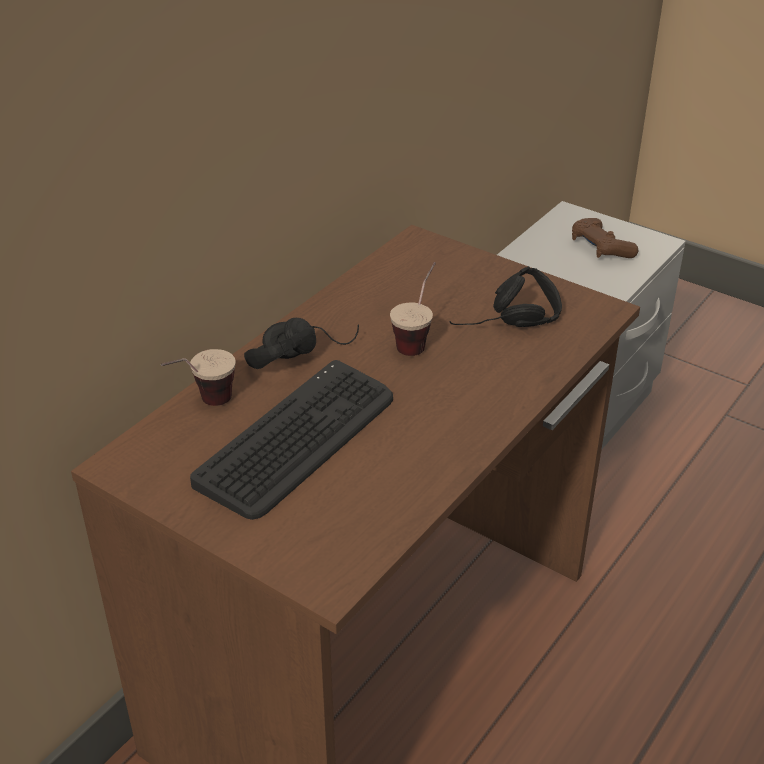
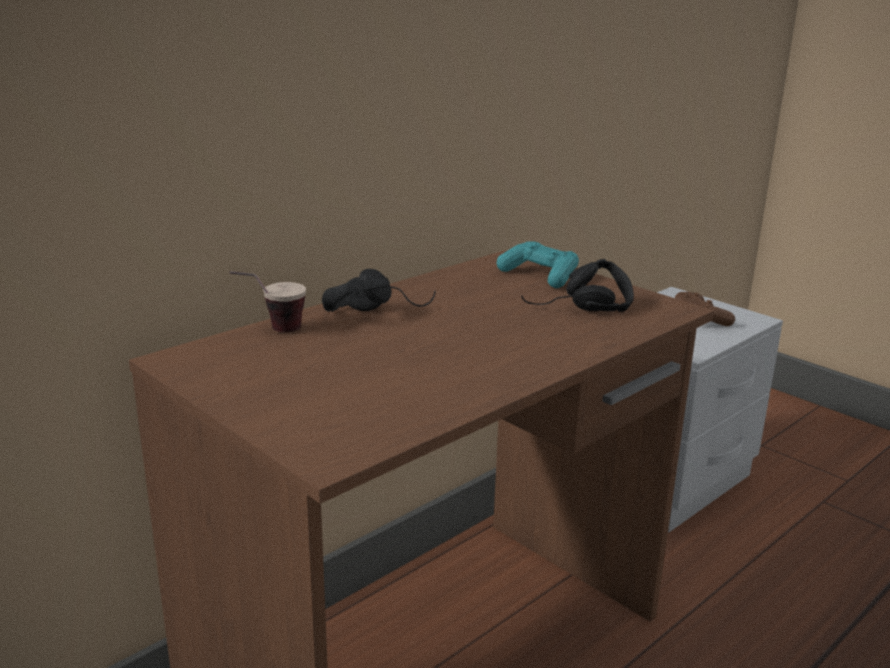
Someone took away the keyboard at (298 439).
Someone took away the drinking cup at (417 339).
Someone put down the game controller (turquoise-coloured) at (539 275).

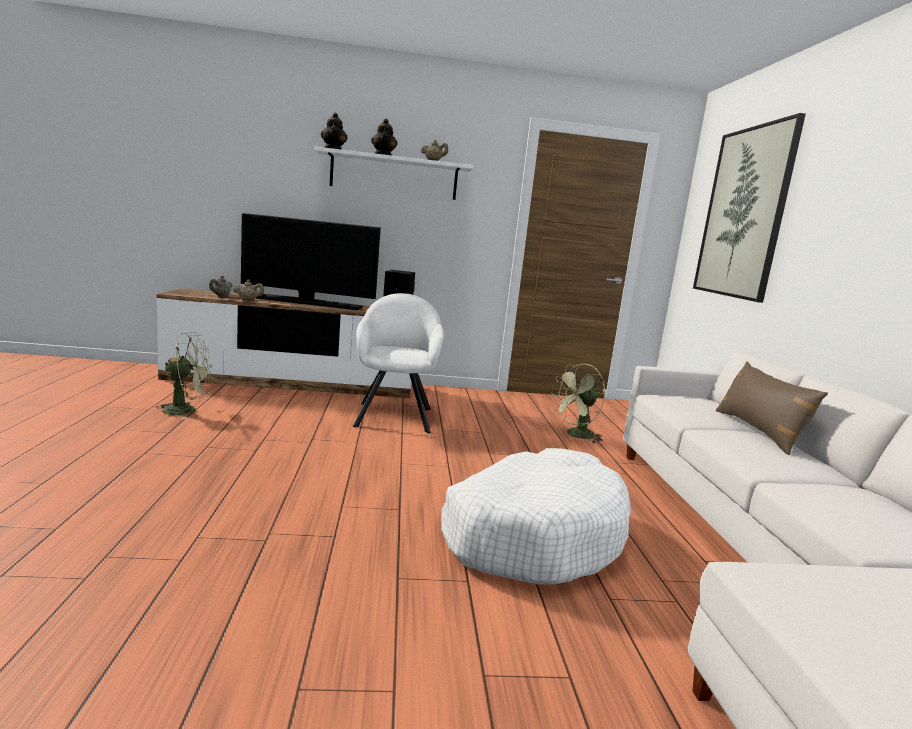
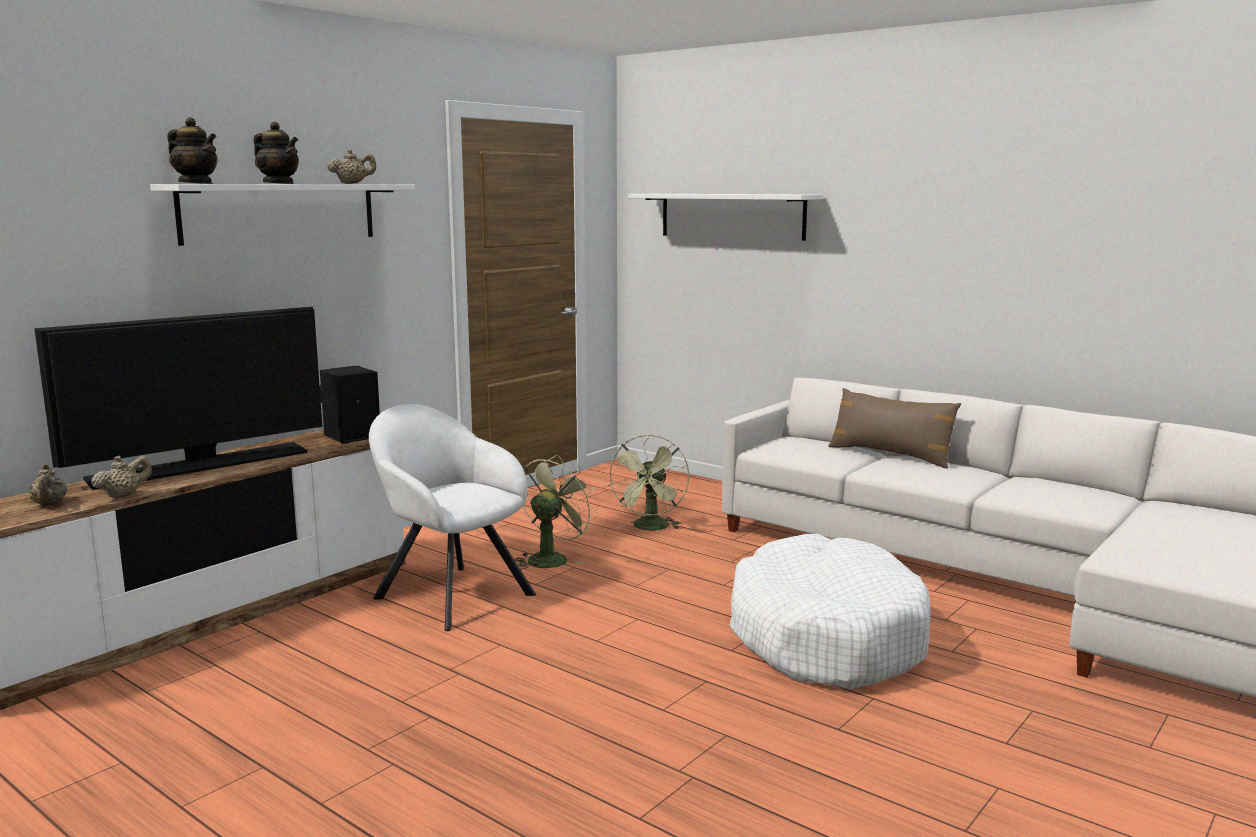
Someone carried the electric fan (greenish) from (187 410) to (551 558).
Someone swapped the wall art at (744 213) for the bracket shelf (white) at (731 216).

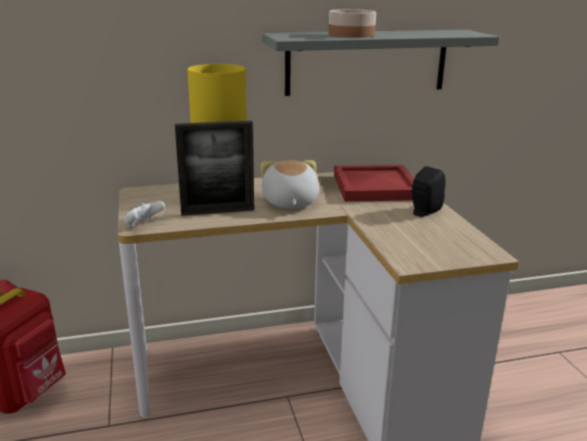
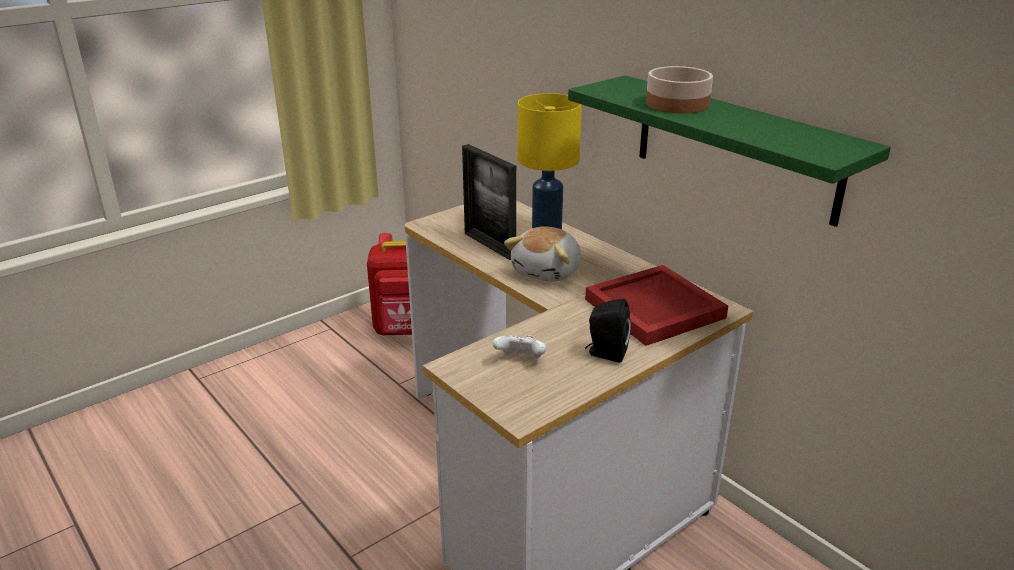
Someone carried the game controller (white) from (143 225) to (520 360).
Someone rotated the plush toy at (289 202) by 150 degrees clockwise.
Someone repainted the bracket shelf (grey) at (367 62), which became the bracket shelf (greenish) at (735 148).

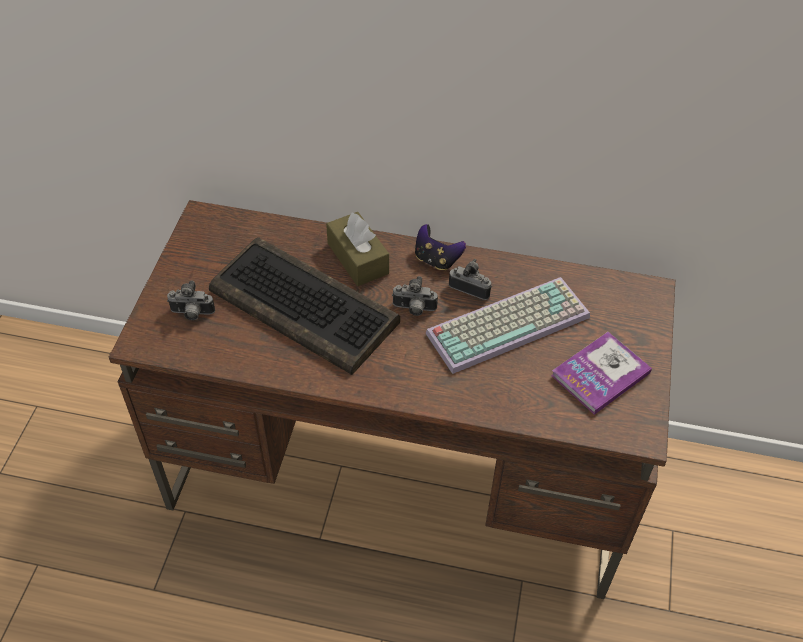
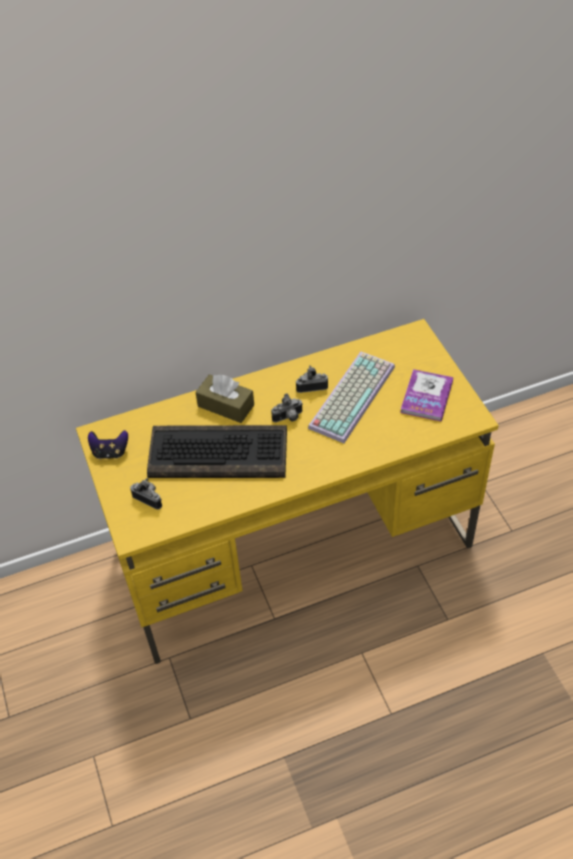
Someone repainted the desk table (brown-coloured) at (401 473), which became the desk table (yellow-coloured) at (294 546).
Someone rotated the still camera at (192 314) by 120 degrees counterclockwise.
Someone carried the game controller from (436 260) to (110 452).

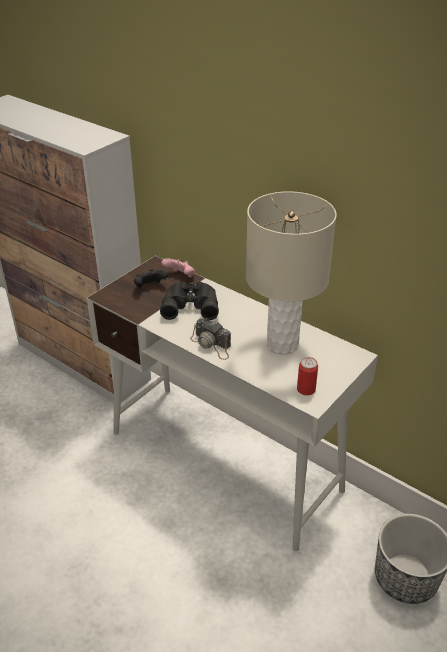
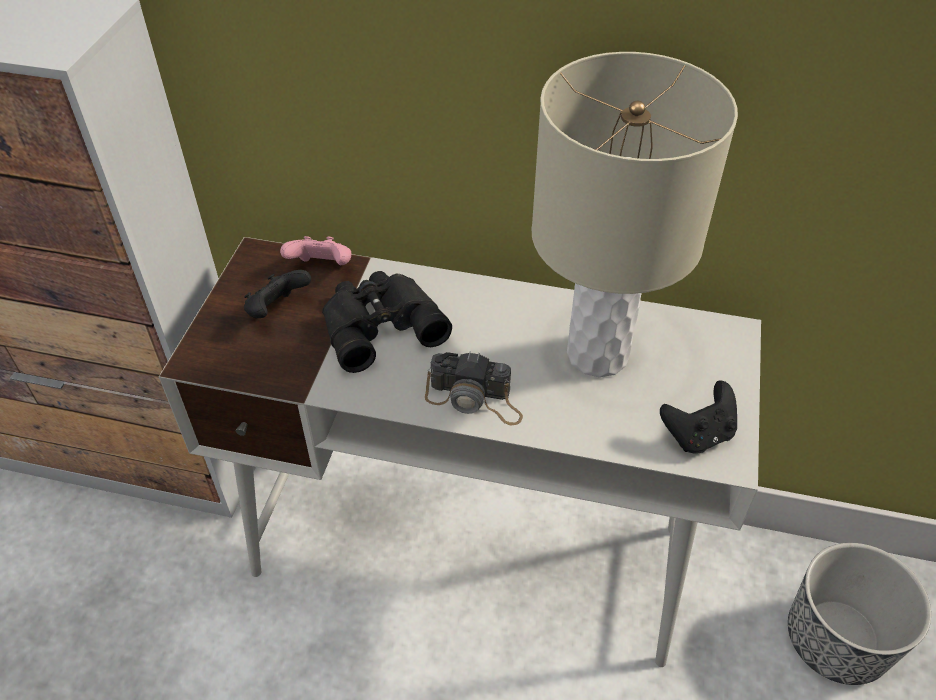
Someone swapped the can at (306 389) for the game controller (black) at (698 434).

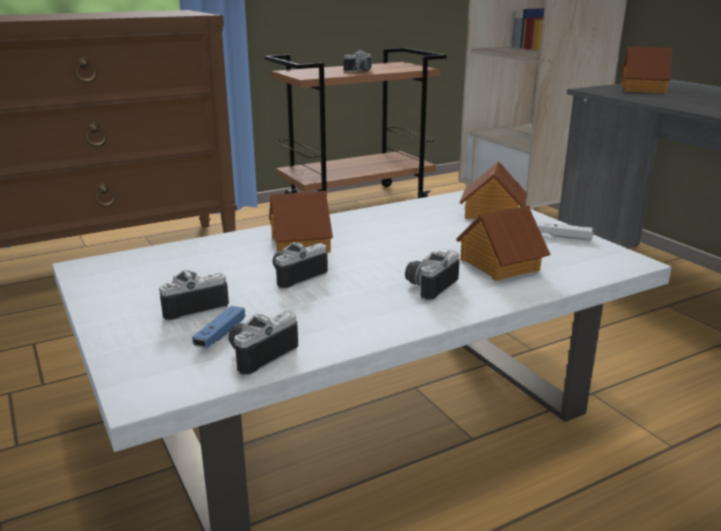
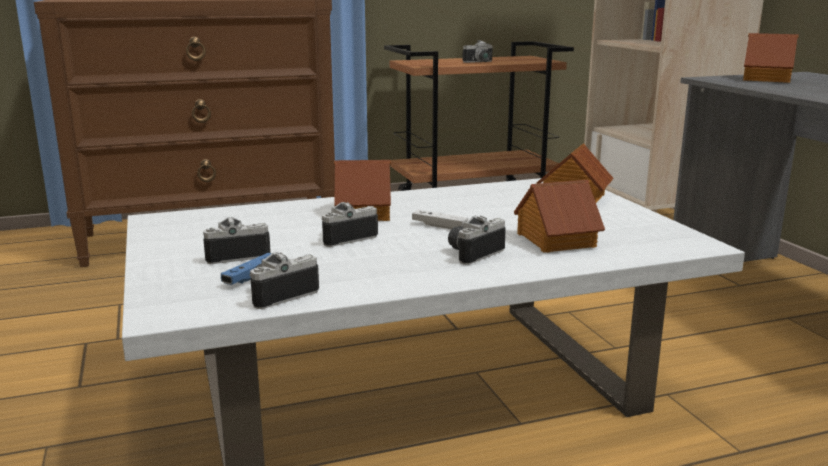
Someone carried the game controller (white) from (564 237) to (439 226).

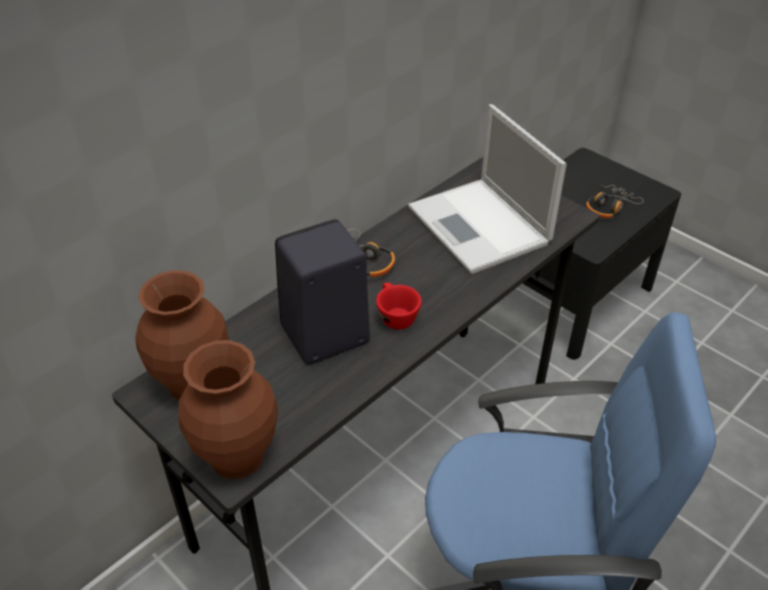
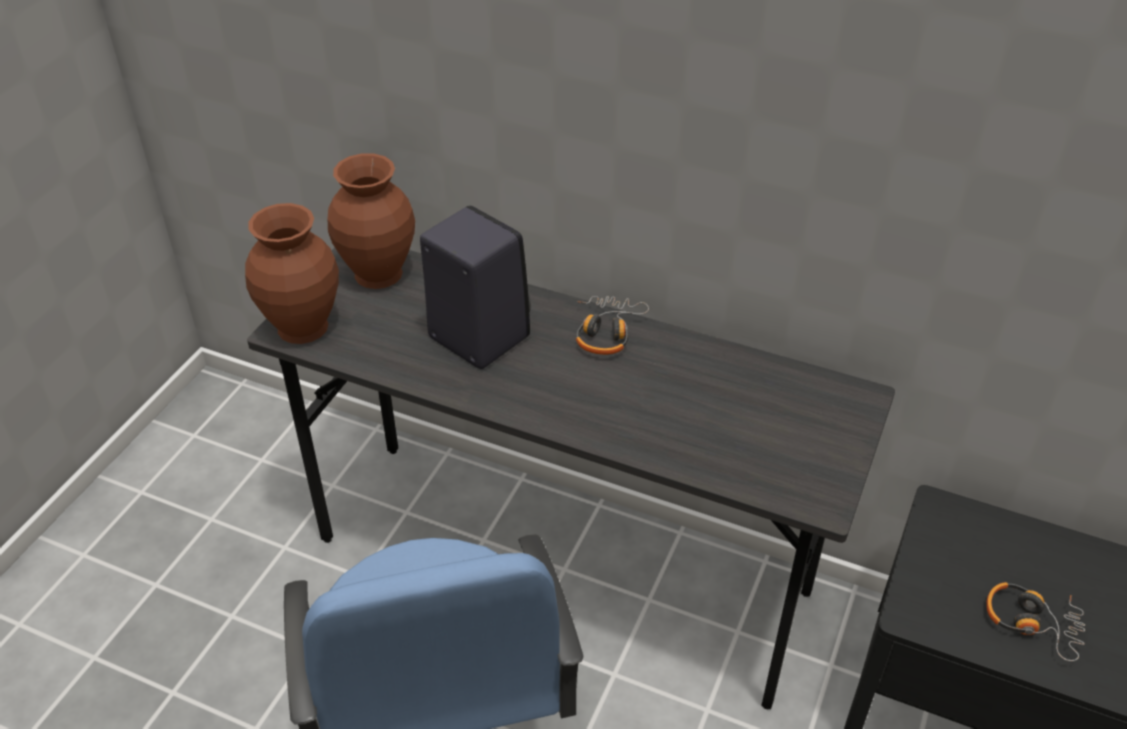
Someone took away the drinking cup (red) at (395 316).
Someone took away the laptop at (480 227).

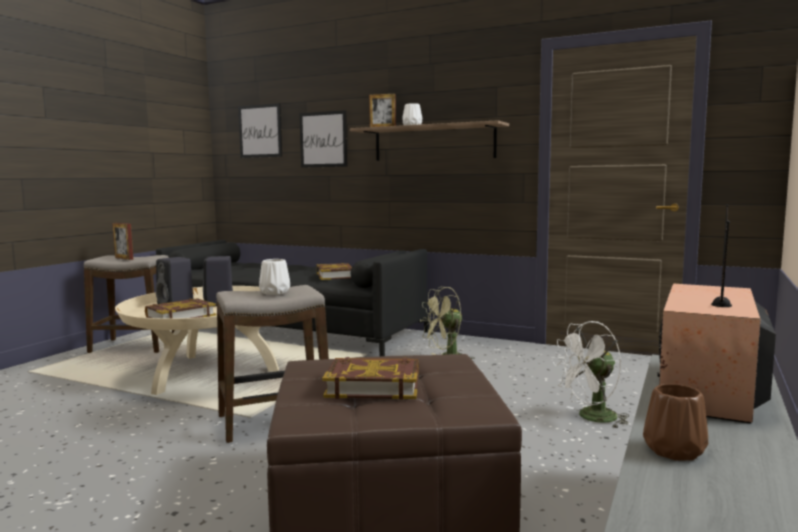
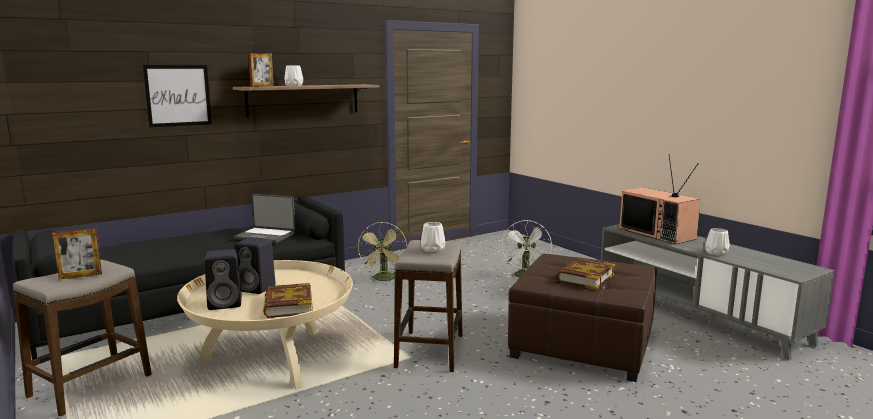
Someone took away the wall art at (260 131).
Someone swapped the bound book at (336 275) for the laptop at (266 236).
Someone repainted the decorative vase (brown-coloured) at (672 451), which became the decorative vase (white) at (716 253).

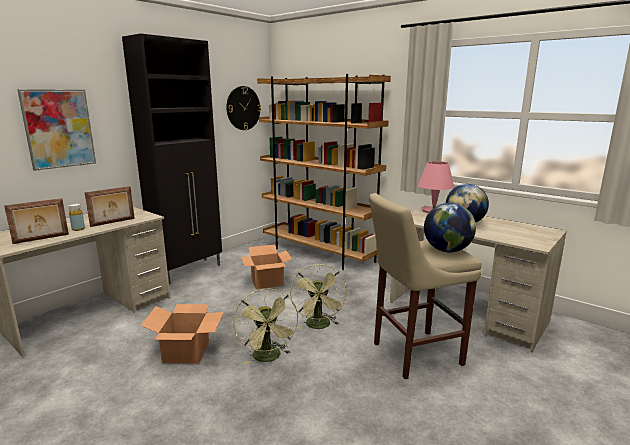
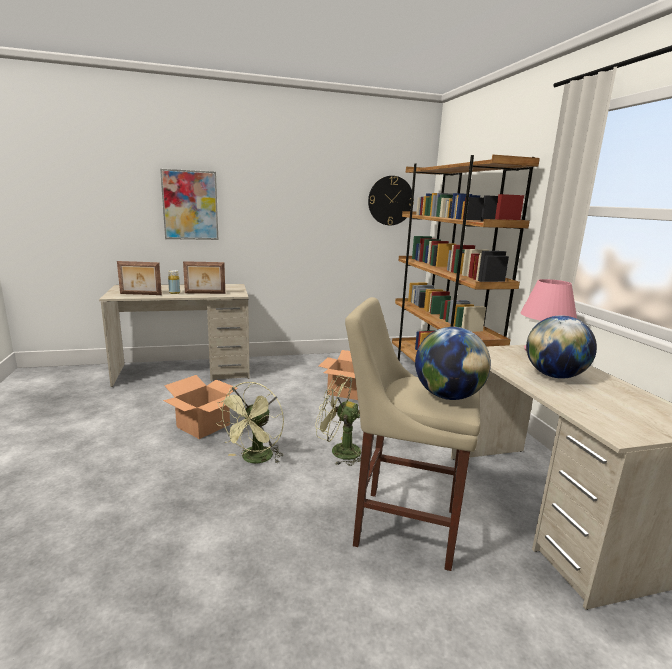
Someone took away the storage cabinet (black) at (189 271).
Someone rotated the electric fan (greenish) at (319 326) by 75 degrees clockwise.

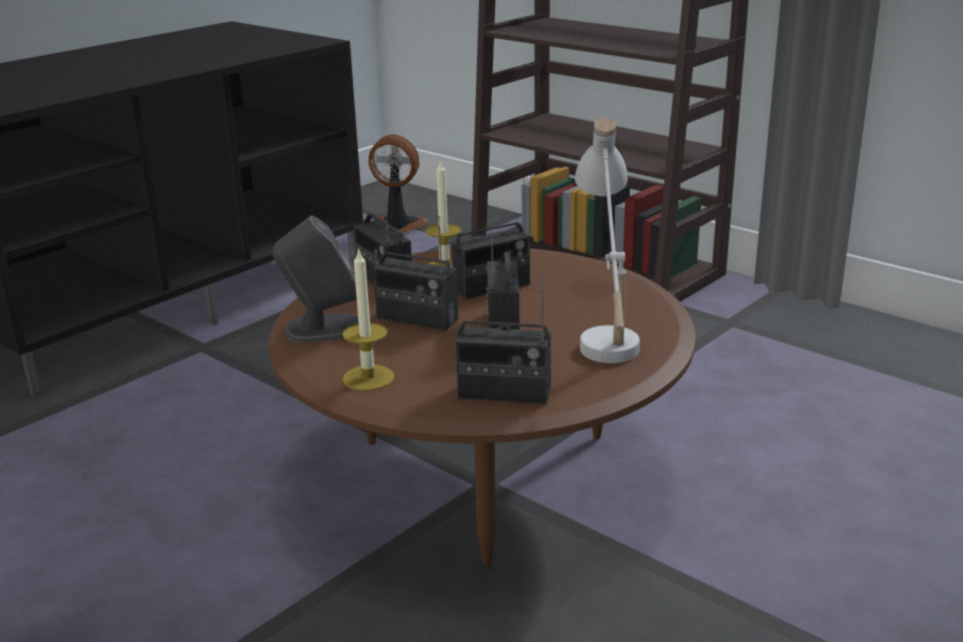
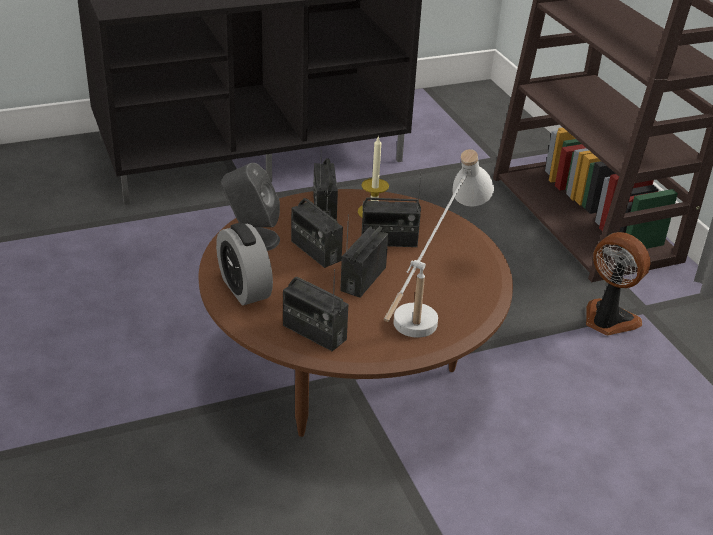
Someone swapped the wax candle at (368 378) for the bedside clock at (244 288).
Someone carried the electric fan from (398 227) to (607 320).

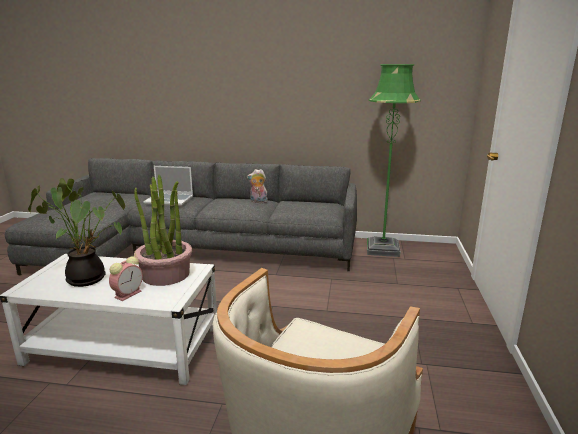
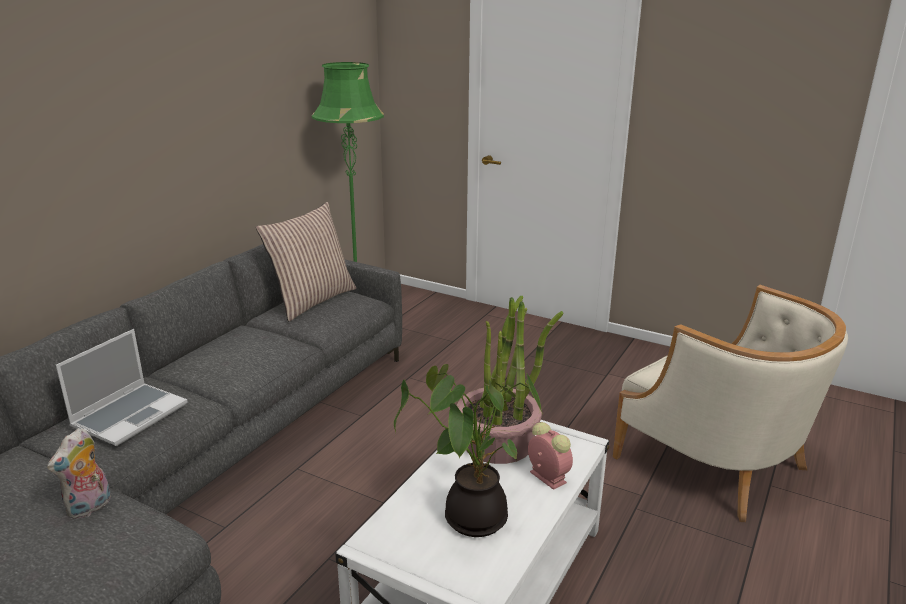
Someone carried the plush toy from (258 202) to (90 508).
Someone put down the pillow at (312 300).

